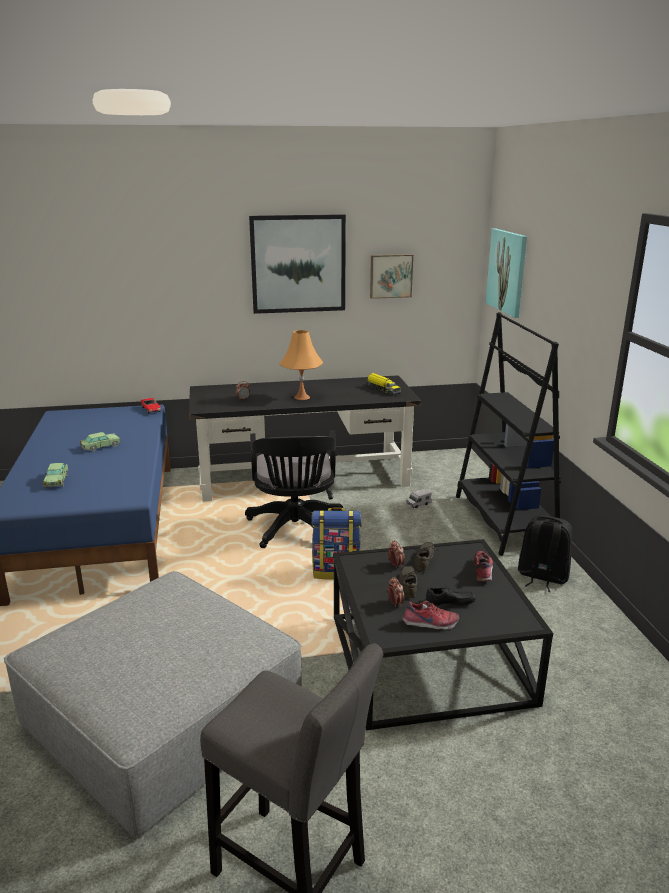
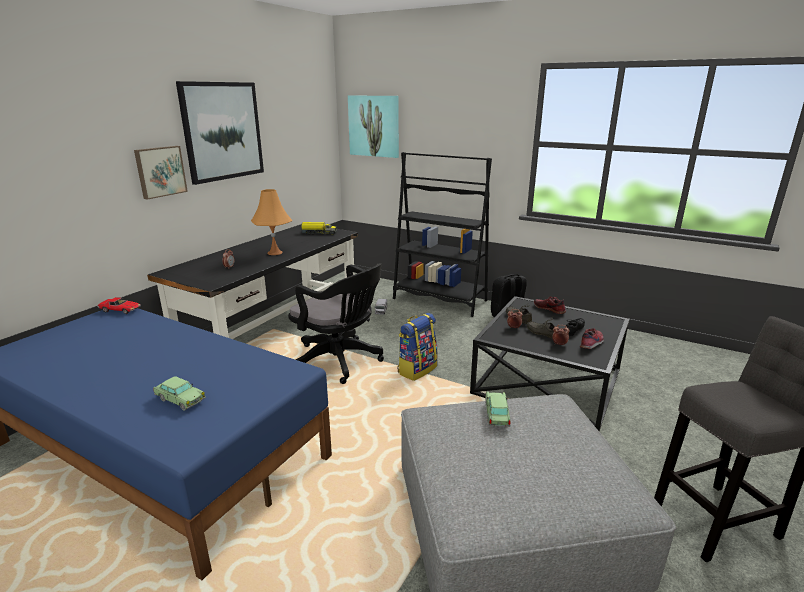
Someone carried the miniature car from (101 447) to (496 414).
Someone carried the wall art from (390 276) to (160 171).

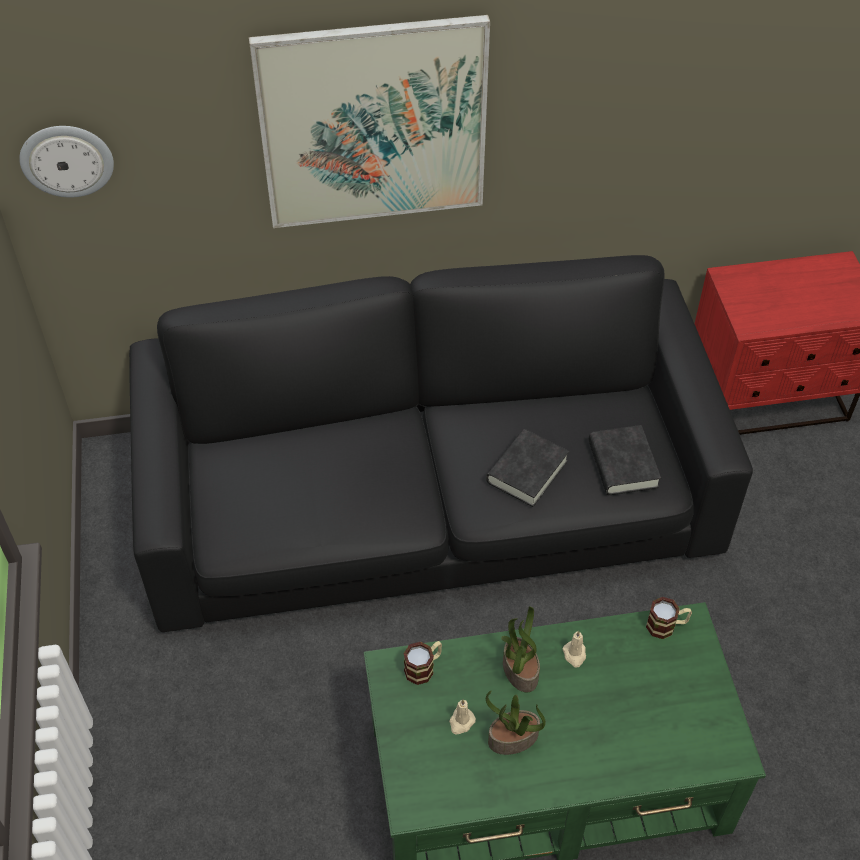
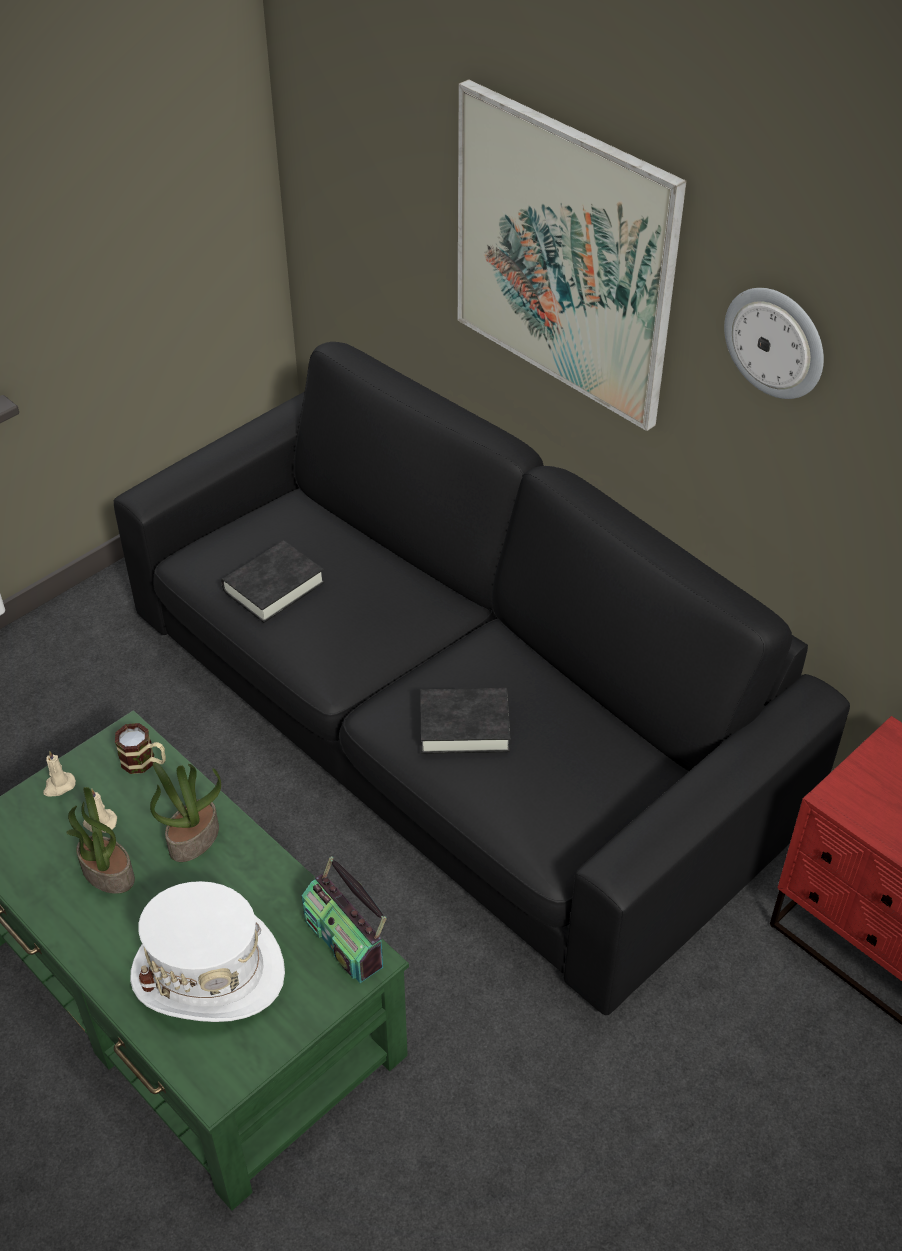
Someone carried the hanging clock from (67 160) to (775 342).
Someone carried the wax candle (beige-coloured) from (574 655) to (59 786).
Someone carried the bound book (black) from (622 465) to (273 587).
Someone swapped the coffee mug at (666 626) for the radio receiver at (345 940).
Someone put down the wearable hat (white) at (208 972).

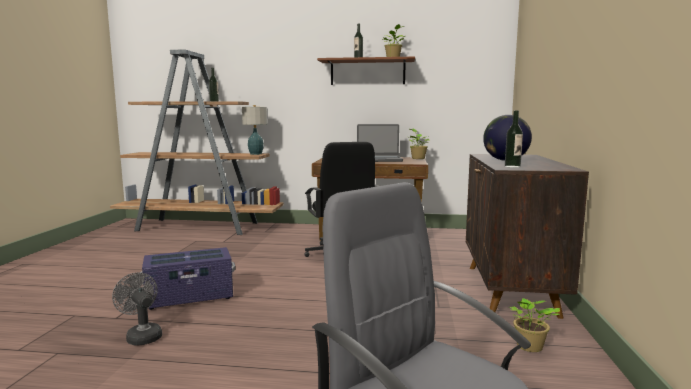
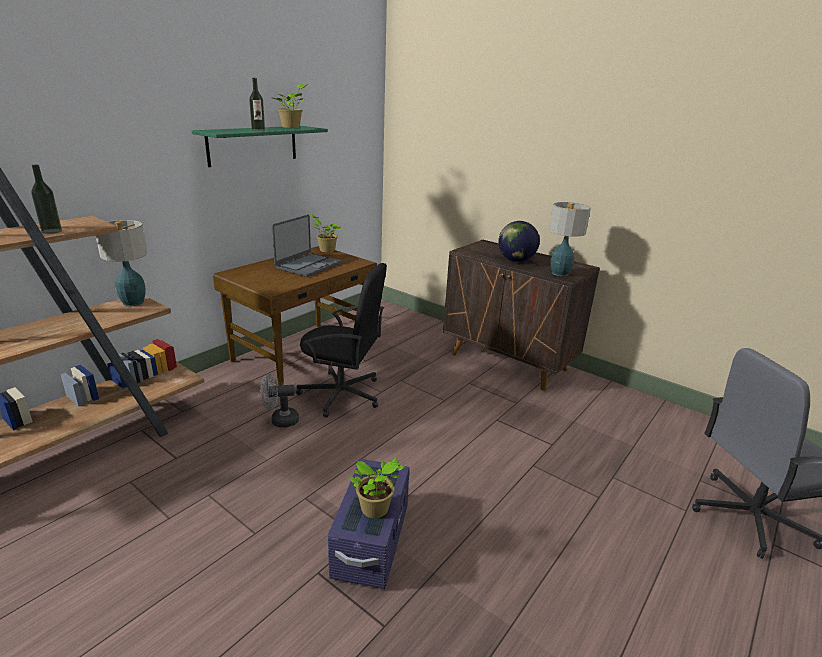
Someone carried the electric fan (grey) from (142 336) to (280 421).
Someone repainted the bracket shelf (brown-coloured) at (367 72), which became the bracket shelf (greenish) at (253 145).
Someone swapped the beverage bottle at (512 166) for the lamp for a table at (559 273).
Someone carried the potted plant from (528 347) to (375 510).

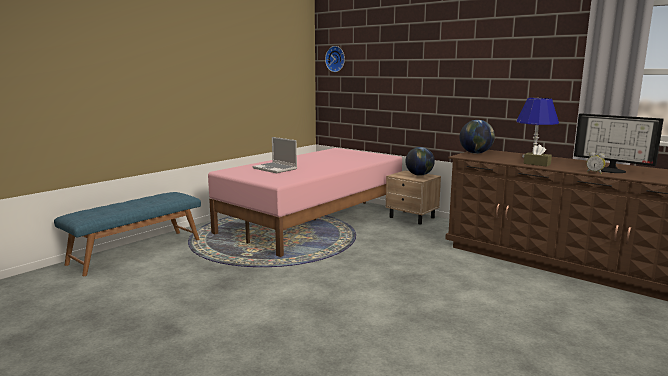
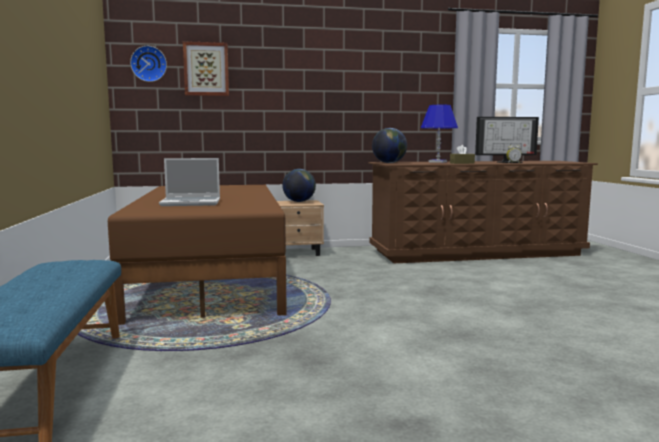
Someone repainted the sleeping bed (pink-coloured) at (314 221), which became the sleeping bed (brown-coloured) at (211 278).
Someone put up the wall art at (206 69).

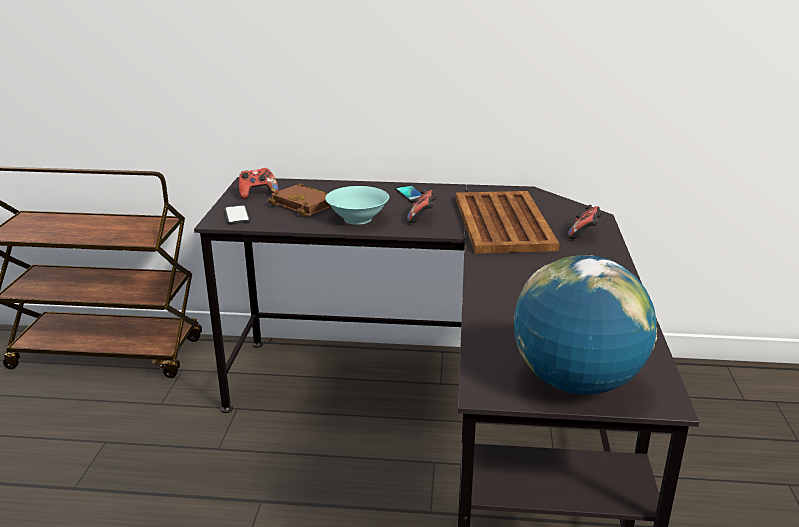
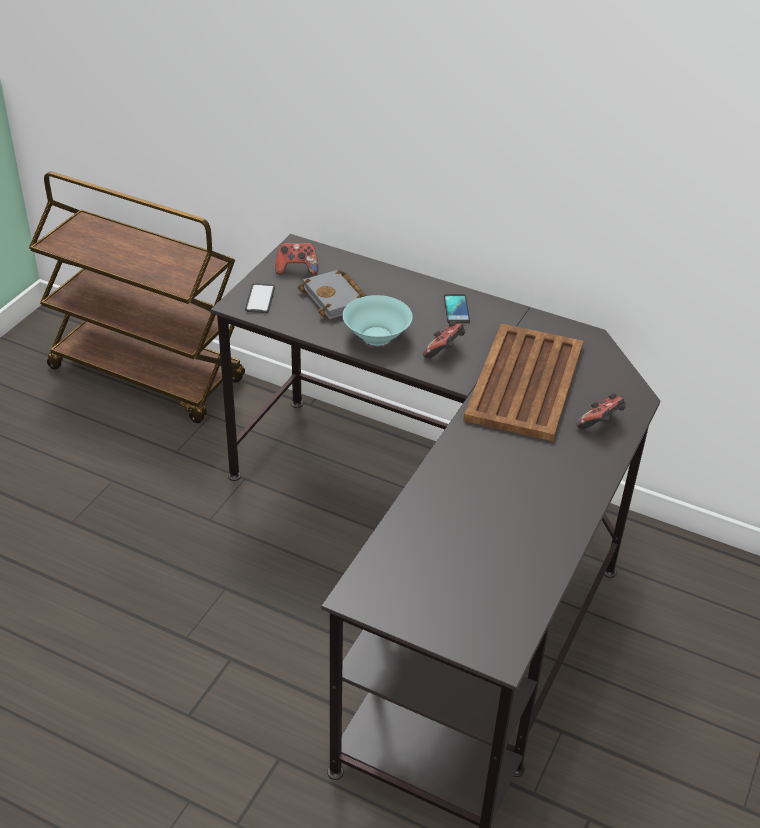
Someone repainted the bound book (brown-coloured) at (306 205), which became the bound book (grey) at (336 299).
Someone took away the desk globe at (576 382).

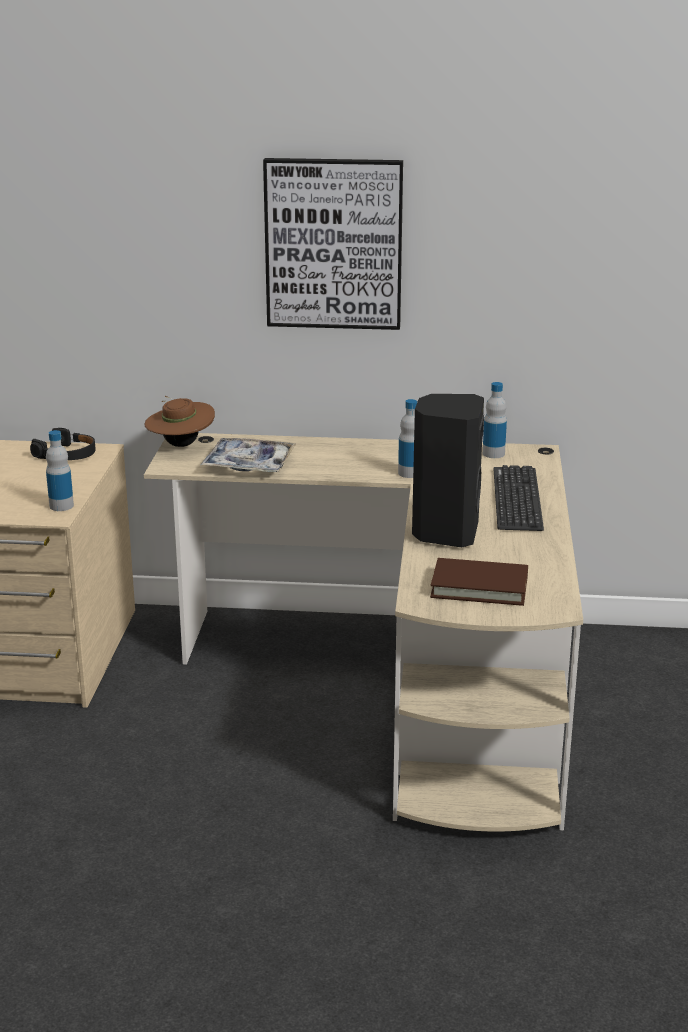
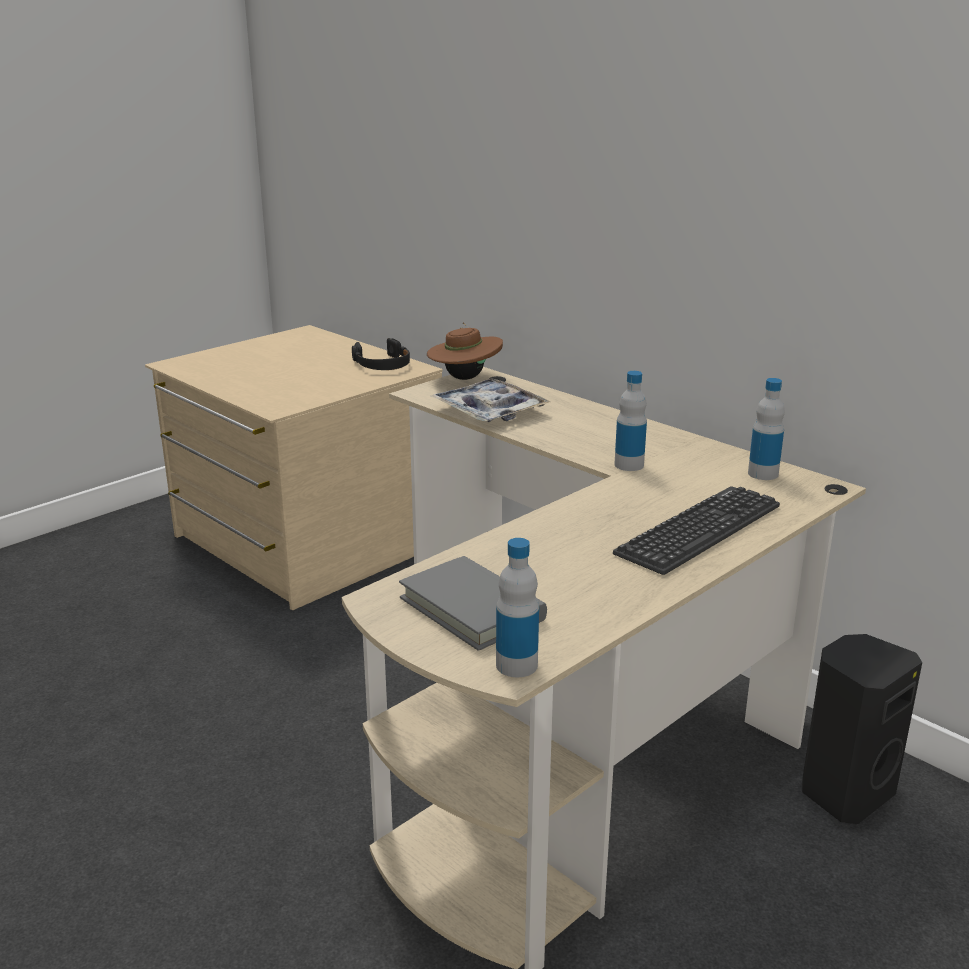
Someone carried the beverage bottle from (61 506) to (516 665).
Someone took away the wall art at (334 244).
Someone carried the speaker (black) from (444 533) to (844 792).
Someone repainted the bound book (brown-coloured) at (479 587), which became the bound book (grey) at (472 608).

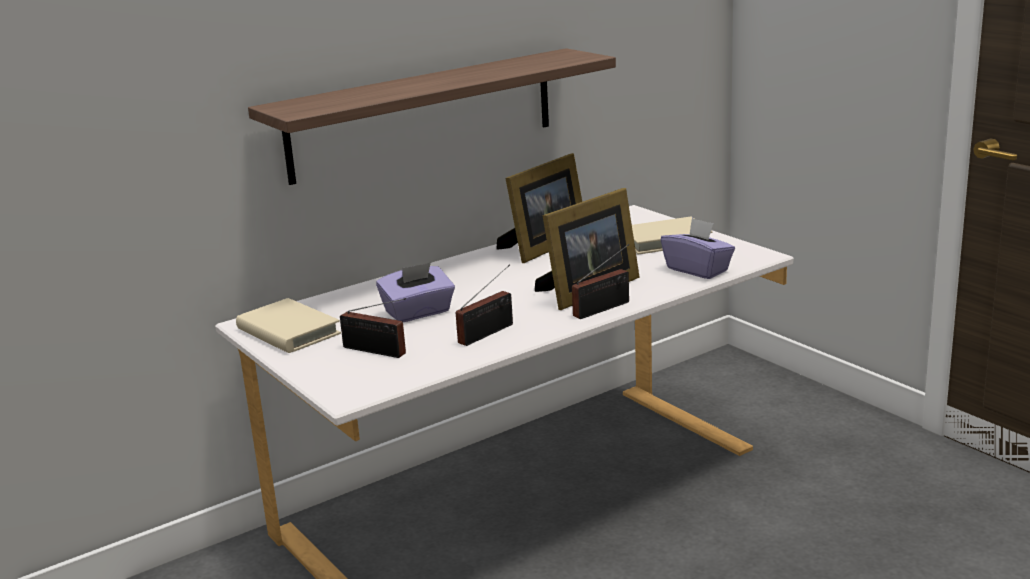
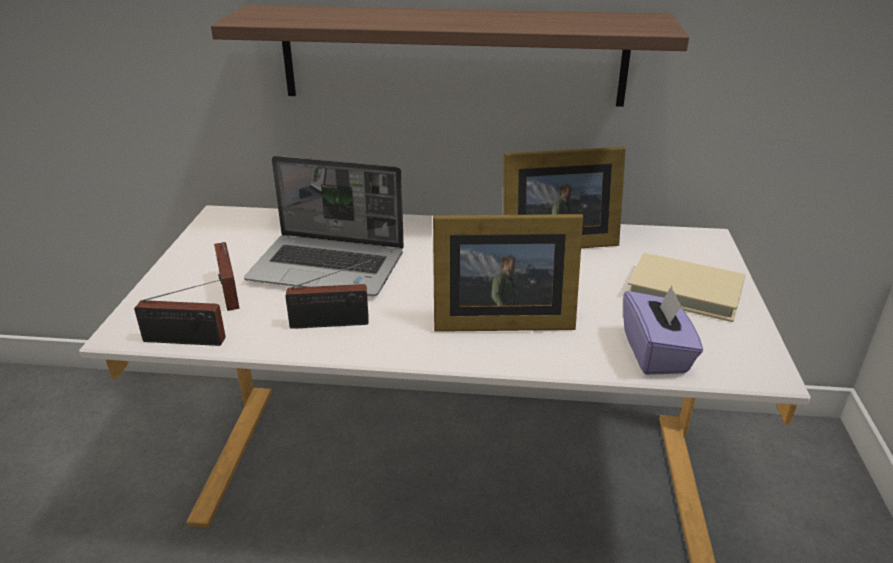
Someone took away the bound book (beige-coloured) at (288 331).
Someone swapped the tissue box (purple) at (418 313) for the laptop at (329 267).
Someone carried the radio receiver from (604 308) to (189 340).

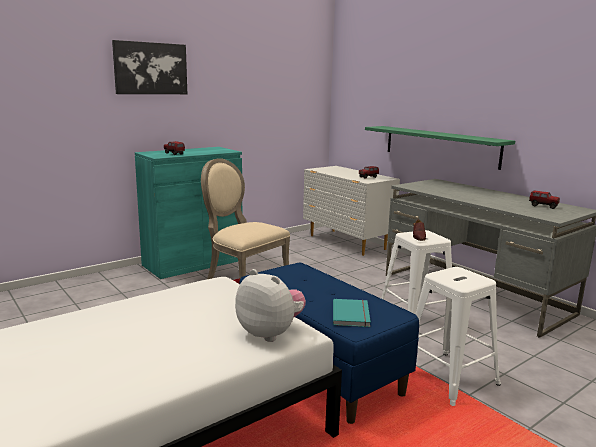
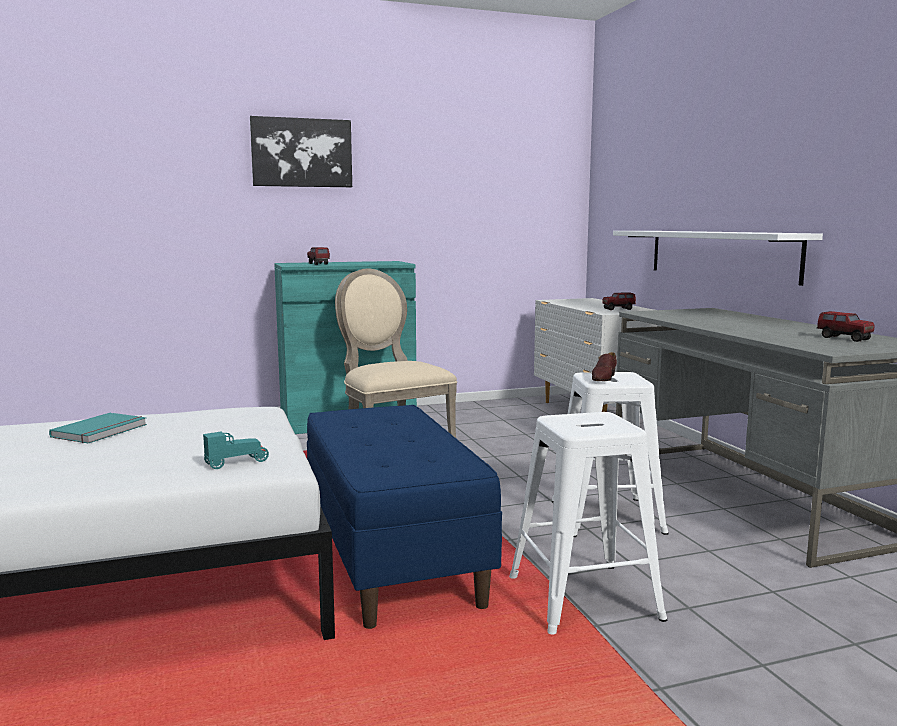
Someone swapped the plush toy at (270 333) for the miniature car (turquoise-coloured) at (237 463).
Someone carried the bound book (turquoise-coloured) from (352 314) to (102 431).
Someone repainted the bracket shelf (greenish) at (440 146), which became the bracket shelf (white) at (720 254).

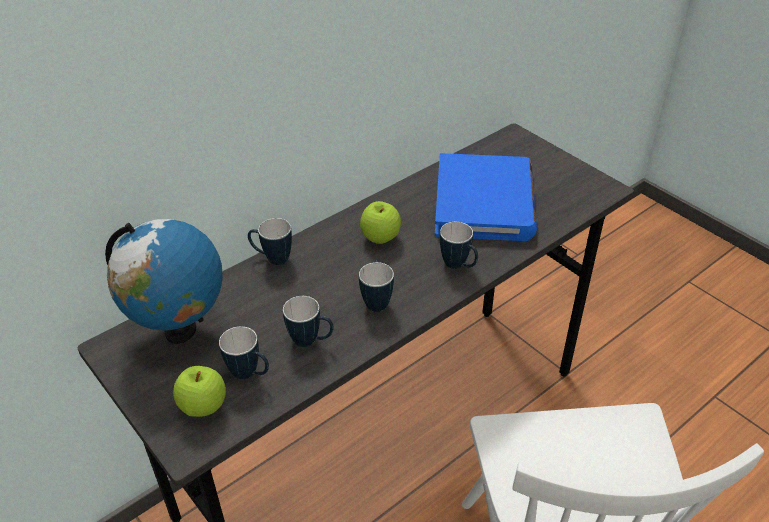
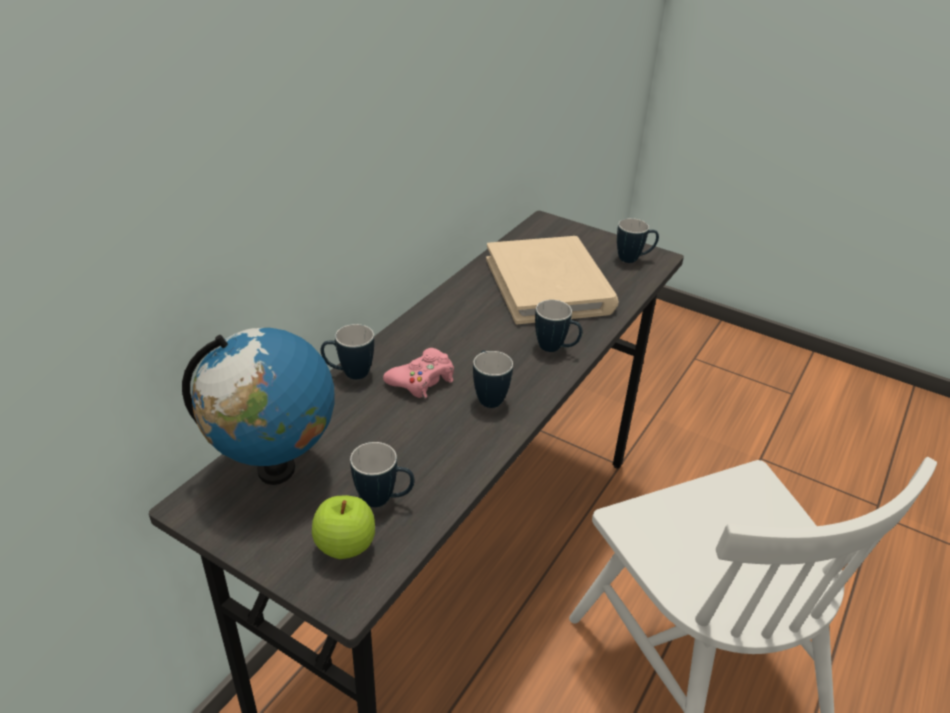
Someone carried the coffee mug from (311 341) to (633 259).
Someone took away the apple at (380 238).
Someone repainted the bound book (bluish) at (484 202), which became the bound book (beige-coloured) at (549 285).
Someone put down the game controller (pink-coloured) at (422 380).

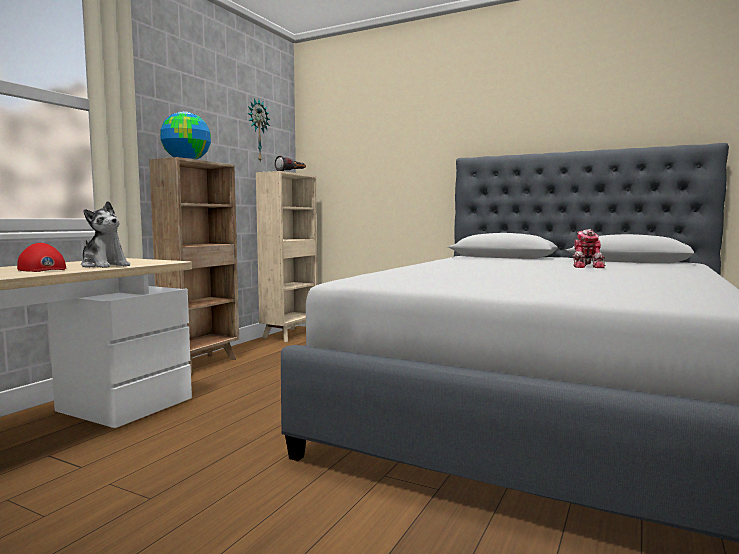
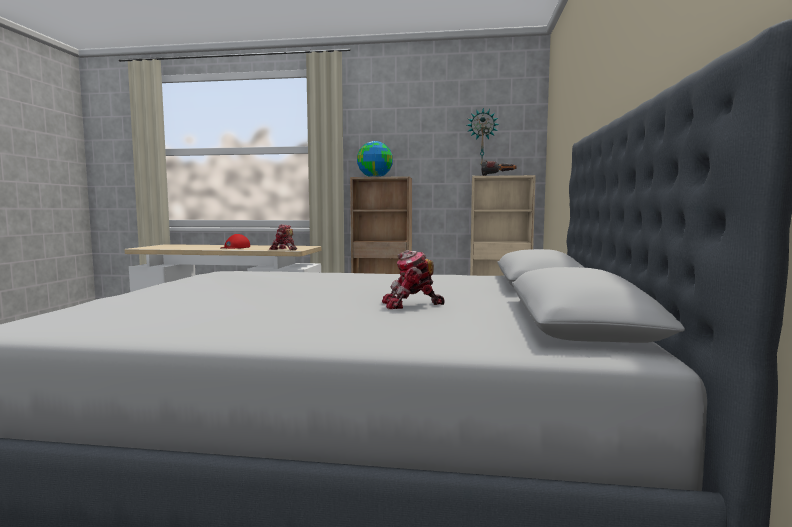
Someone took away the plush toy at (104 266).
Someone put down the model robot at (284 249).

